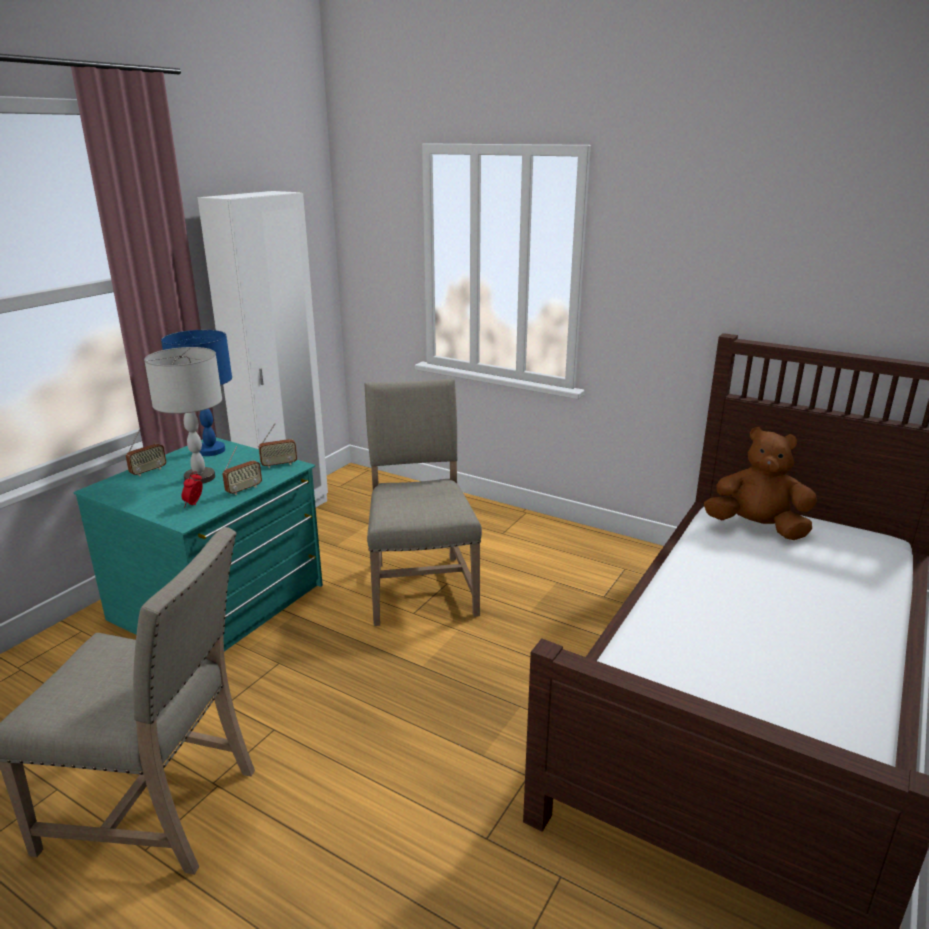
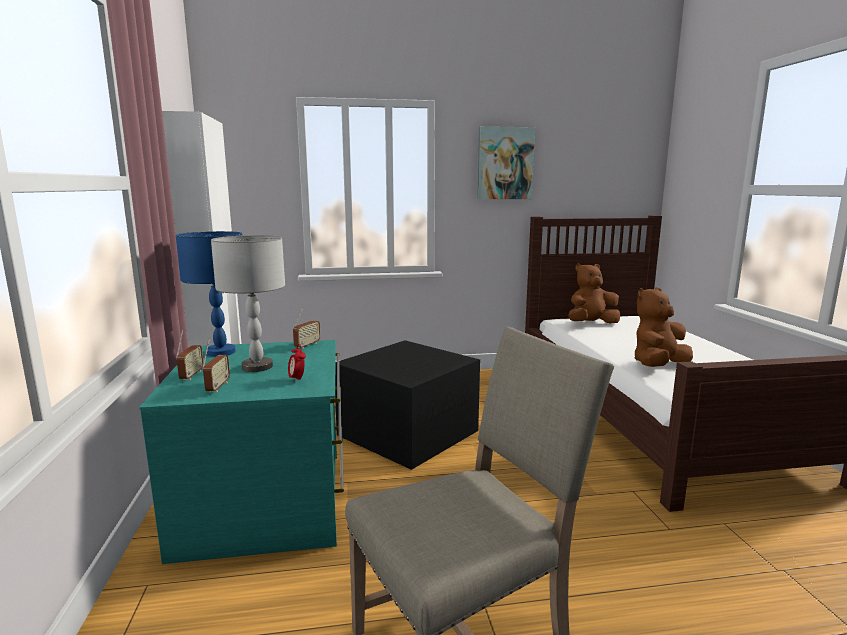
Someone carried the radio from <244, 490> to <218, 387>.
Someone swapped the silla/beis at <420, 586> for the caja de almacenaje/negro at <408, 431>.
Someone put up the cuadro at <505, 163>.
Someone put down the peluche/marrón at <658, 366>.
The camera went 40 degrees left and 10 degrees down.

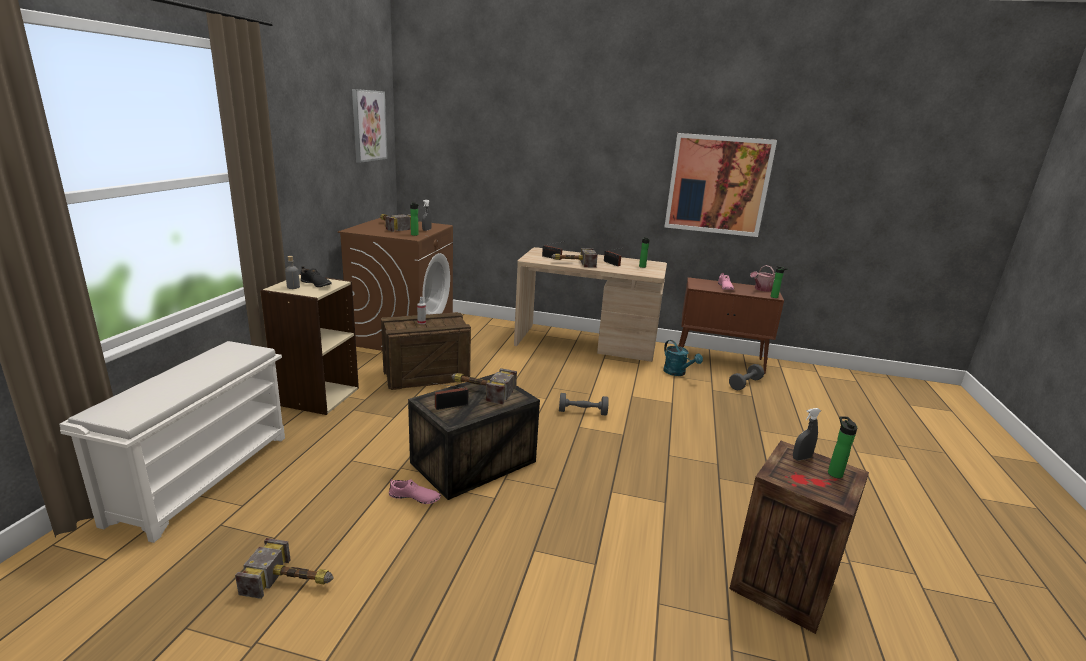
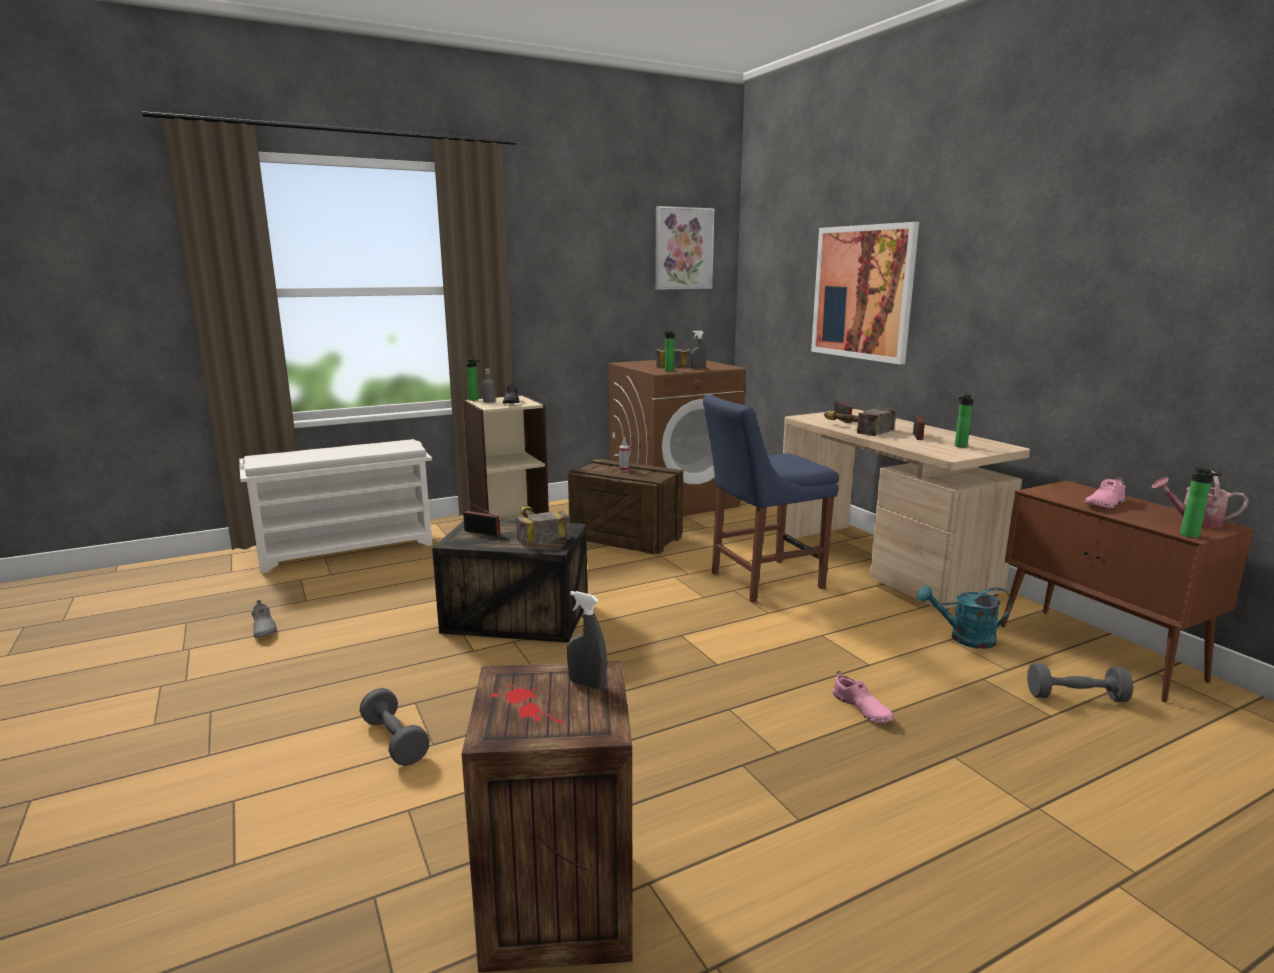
Someone swapped the martillo at <293, 581> for the zapato/gris at <263, 629>.
Someone carried the zapato/rosa from <414, 498> to <861, 709>.
Someone carried the mancuerna/gris from <582, 412> to <395, 741>.
Someone rotated the regadera/turquesa at <677, 373> by 75 degrees clockwise.
Someone carried the cuadro from <717, 185> to <862, 292>.
Someone carried the botella from <834, 472> to <474, 399>.
Someone put down the silla/azul at <761, 581>.
The camera went 50 degrees right and 5 degrees down.

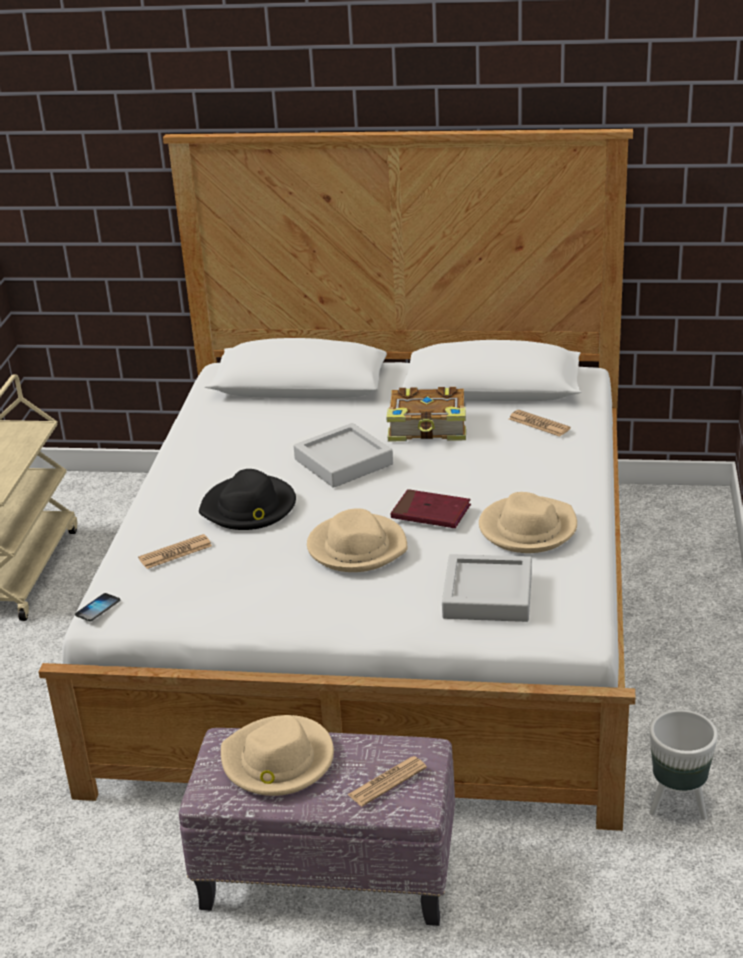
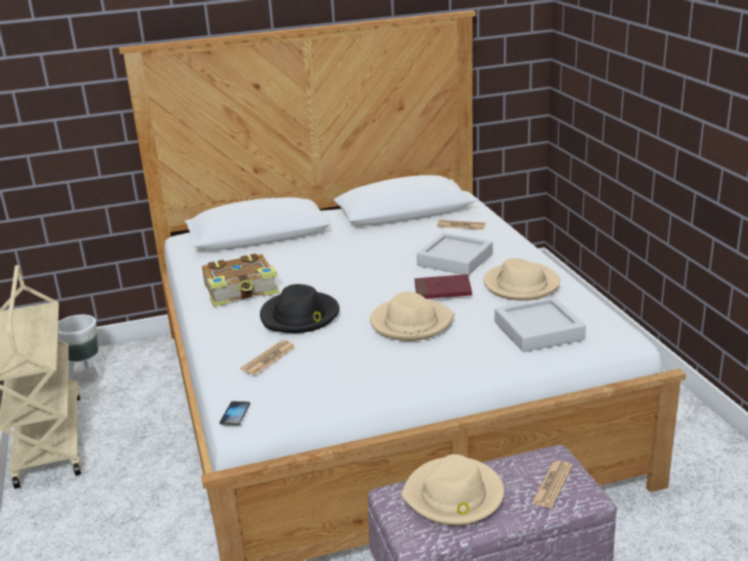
Someone carried the bandeja/gris from <343, 462> to <455, 260>.
Someone carried the libro from <428, 427> to <242, 290>.
Someone carried the maceta/blanco from <677, 806> to <86, 376>.
The camera went 25 degrees left and 5 degrees down.

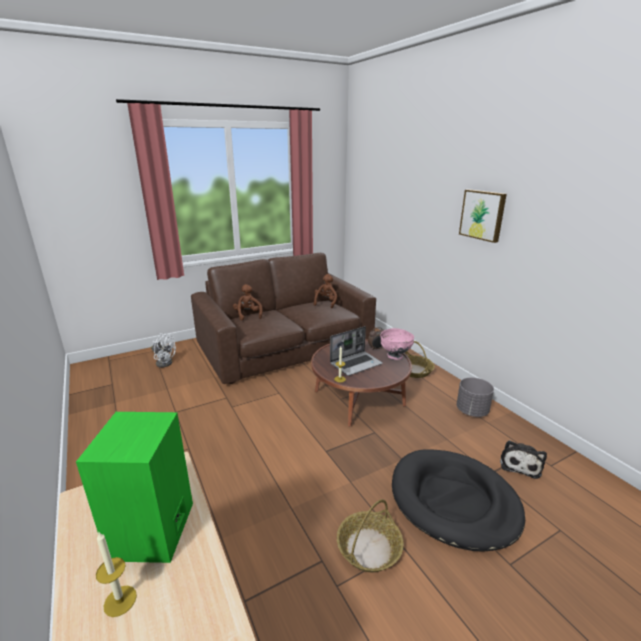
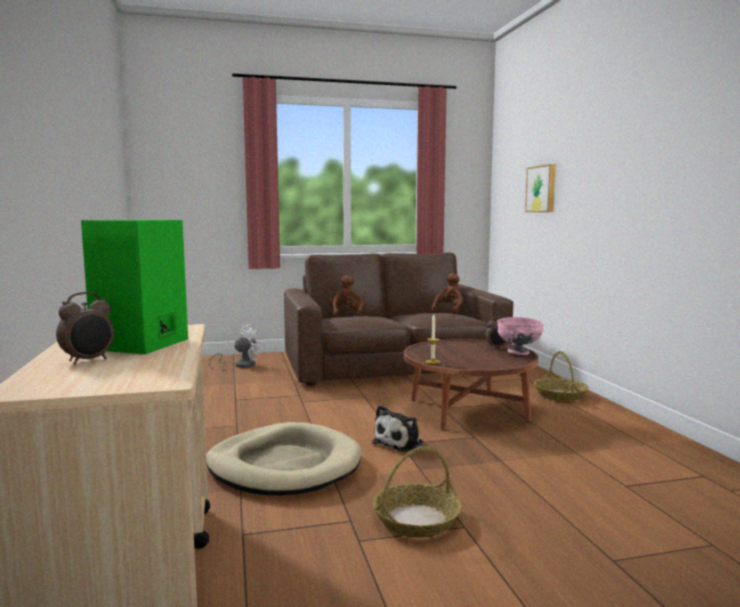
Someone swapped the vela at <120, 601> for the despertador at <88, 361>.
Someone rotated the ventilador/blanco at <164, 362> by 75 degrees counterclockwise.
Someone took away the portátil at <356, 364>.
Someone took away the cama para perro/negro at <453, 501>.
Someone took away the maceta/gris at <472, 411>.
Someone carried the cuadro from <483, 215> to <542, 189>.
Someone carried the peluche from <520, 464> to <400, 443>.
Someone put down the cama para perro/beis at <284, 465>.
The camera went 15 degrees right and 15 degrees down.

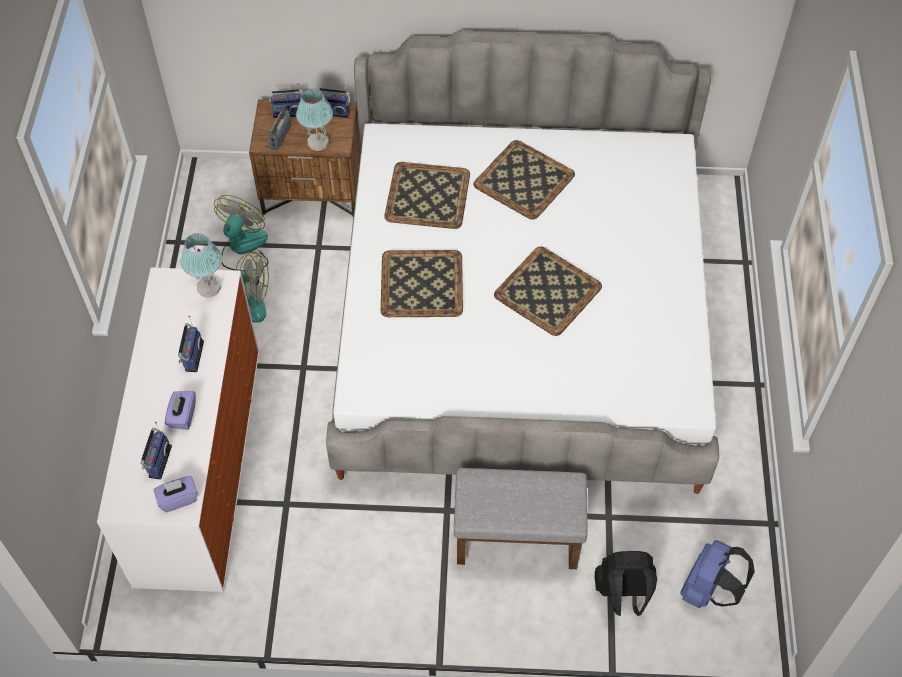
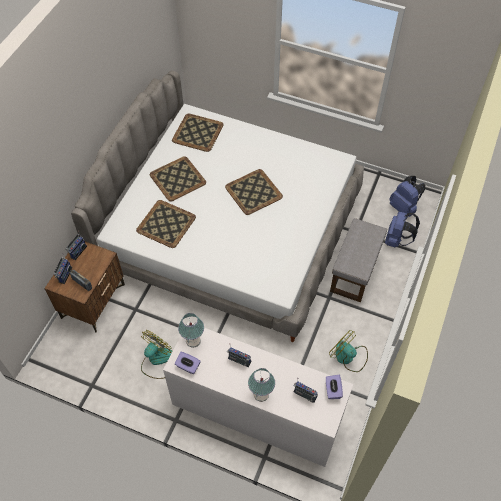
Someone carried the caja de pañuelos/morado from <182, 416> to <188, 366>.
Someone carried the ventilador from <243, 248> to <348, 357>.
Someone carried the lámpara de mesa from <317, 143> to <261, 394>.
Someone carried the bandeja from <422, 284> to <198, 132>.
Someone repainted the mochila/negro at <623, 595>, which became the mochila/azul at <397, 240>.
The camera went 70 degrees left and 0 degrees up.

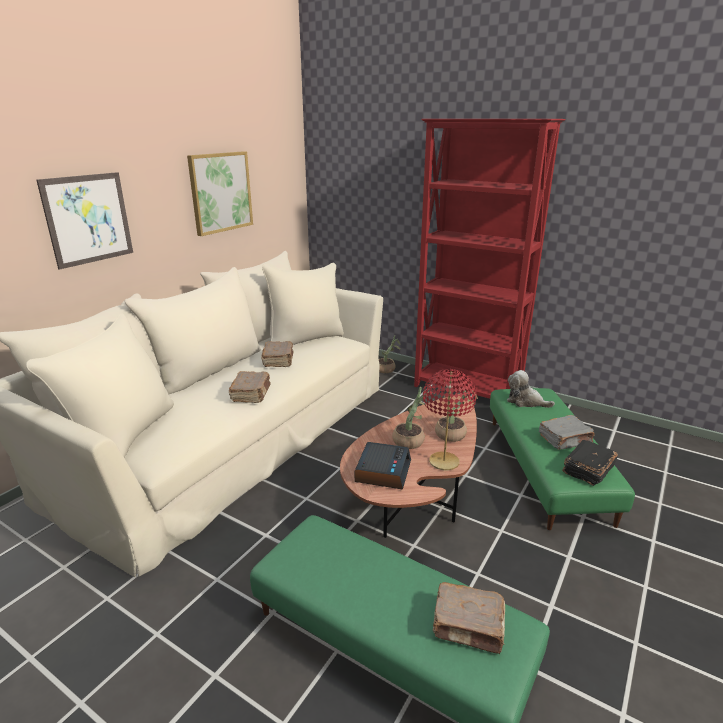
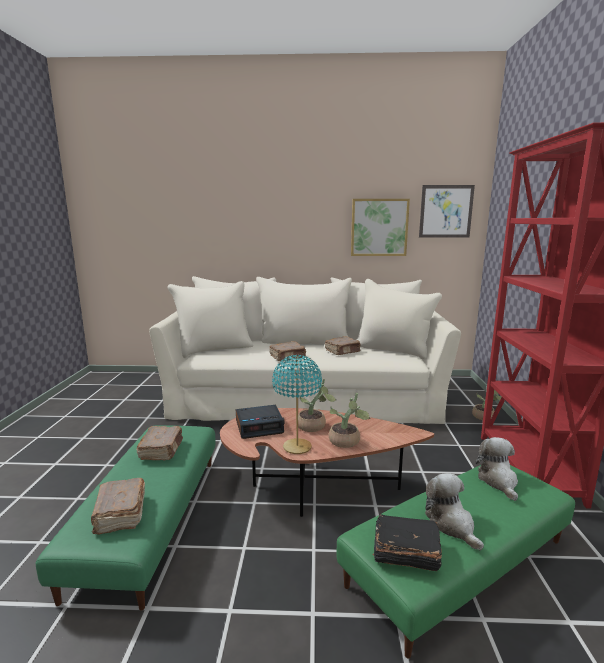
Someone carried the cuadro from <88, 219> to <446, 211>.
Someone repainted the lámpara de mesa/rojo at <444, 462>, which became the lámpara de mesa/turquesa at <296, 447>.
Someone swapped the libro/gris at <565, 440> for the peluche at <451, 524>.
Someone put down the libro/marrón at <162, 450>.
The camera went 60 degrees right and 10 degrees down.

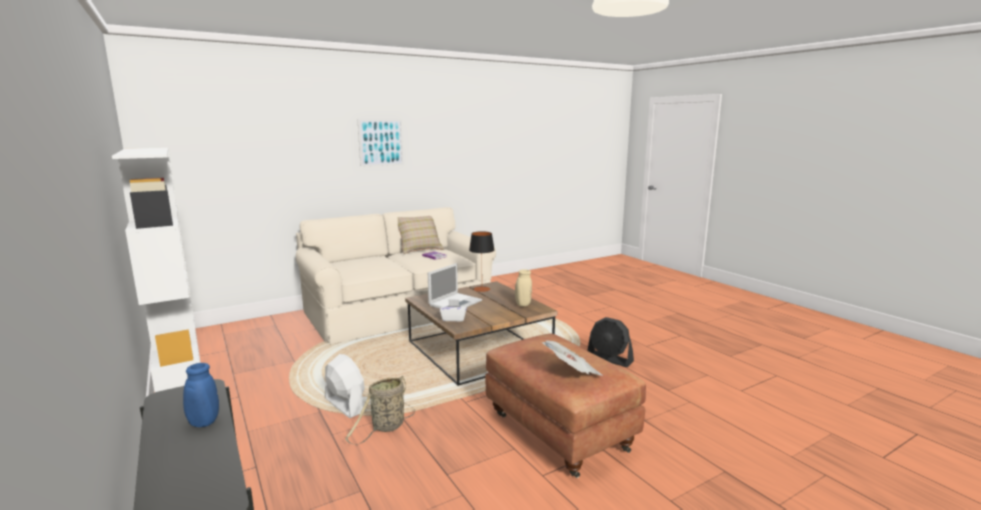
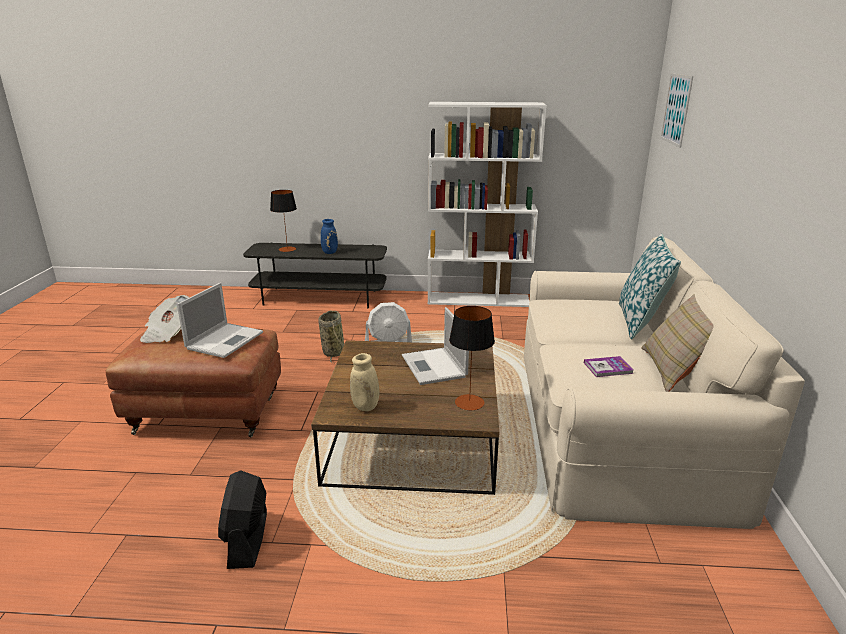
Someone carried the cuadro from <381, 142> to <676, 109>.
Someone took away the caja de pañuelos/blanco at <453, 319>.
Someone rotated the ventilador/negro at <609, 359> by 75 degrees counterclockwise.
Someone put down the portátil at <225, 340>.
Someone put down the lámpara de mesa at <287, 249>.
Someone put down the cojín at <640, 321>.
The camera went 125 degrees right and 10 degrees up.

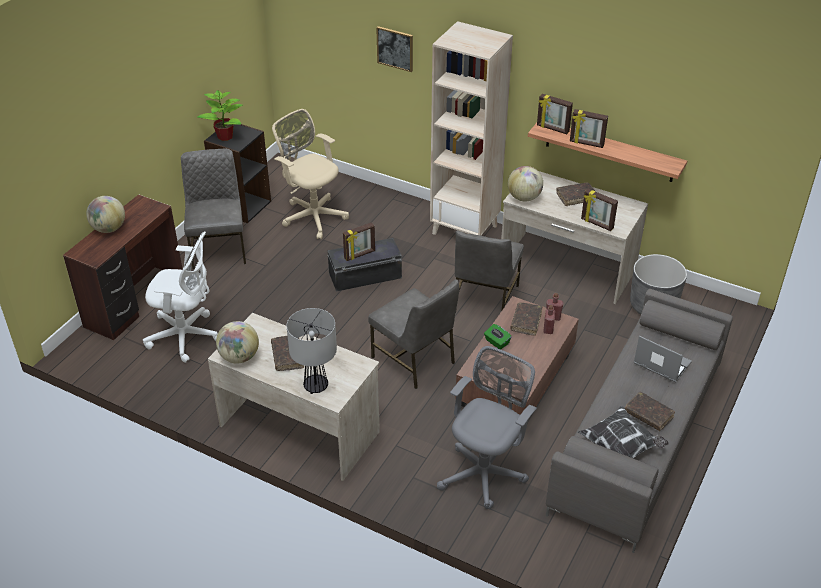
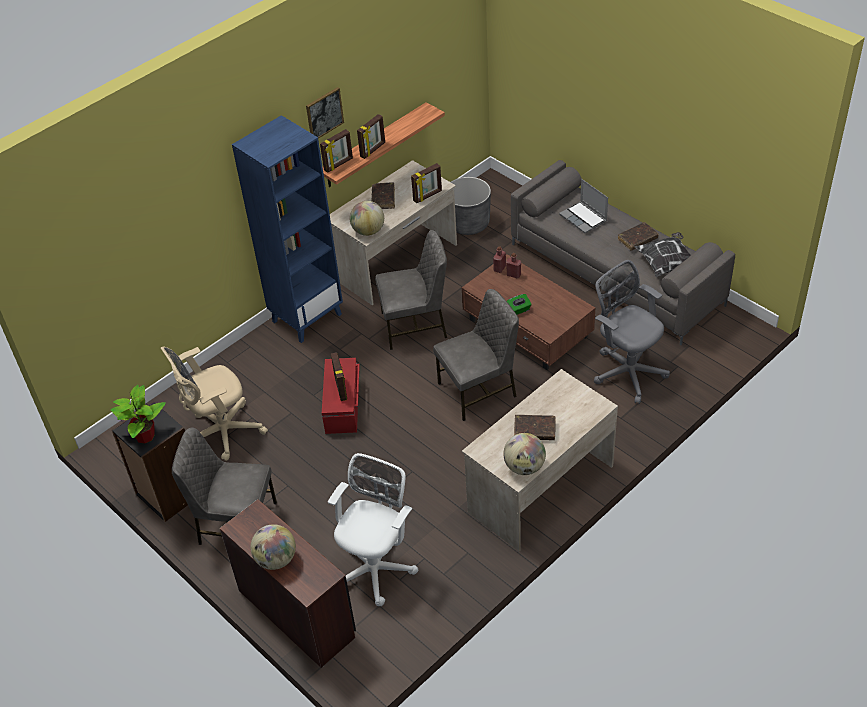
Someone took away the lámpara de mesa at <316, 386>.
Someone repainted the caja de almacenaje/negro at <365, 276>, which became the caja de almacenaje/rojo at <343, 405>.
Someone carried the cuadro from <395, 48> to <324, 113>.
Someone repainted the estantería/beis at <465, 229>, which became the estantería/azul at <307, 317>.
Someone rotated the silla/gris at <484, 299> by 45 degrees counterclockwise.
Someone took away the libro/marrón at <526, 322>.
Someone rotated the portátil at <661, 363> by 90 degrees counterclockwise.
The camera went 70 degrees left and 5 degrees up.

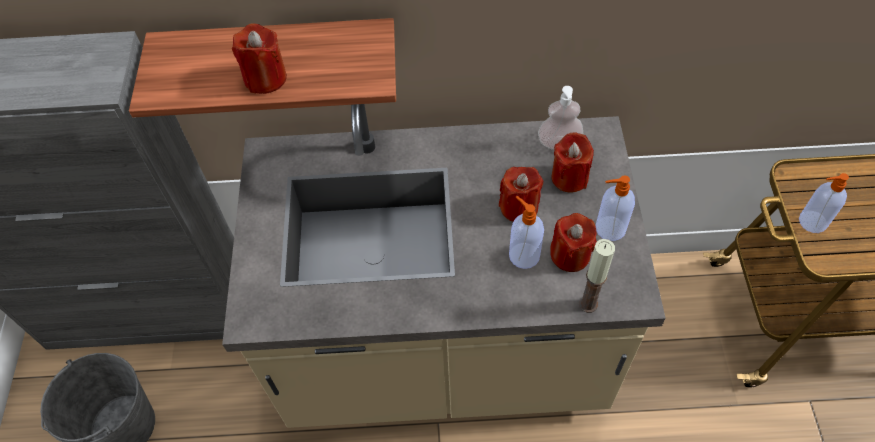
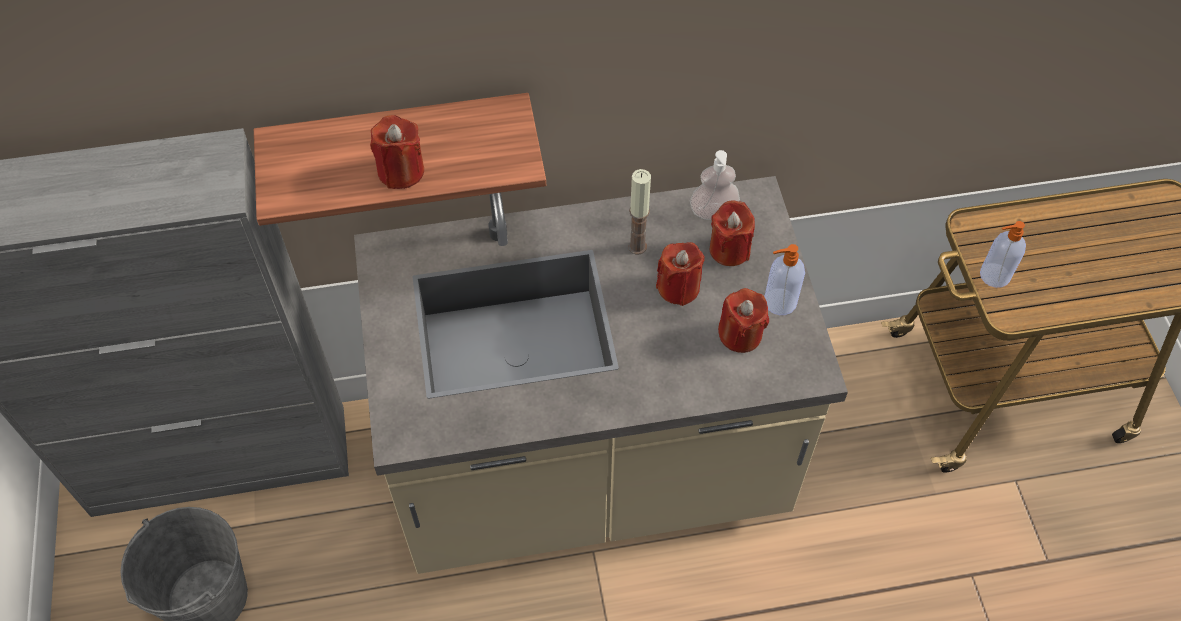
Someone took away the dispensador de jabón at <523, 255>.
Someone carried the vela from <588, 304> to <637, 246>.
The camera went 10 degrees left and 0 degrees up.

